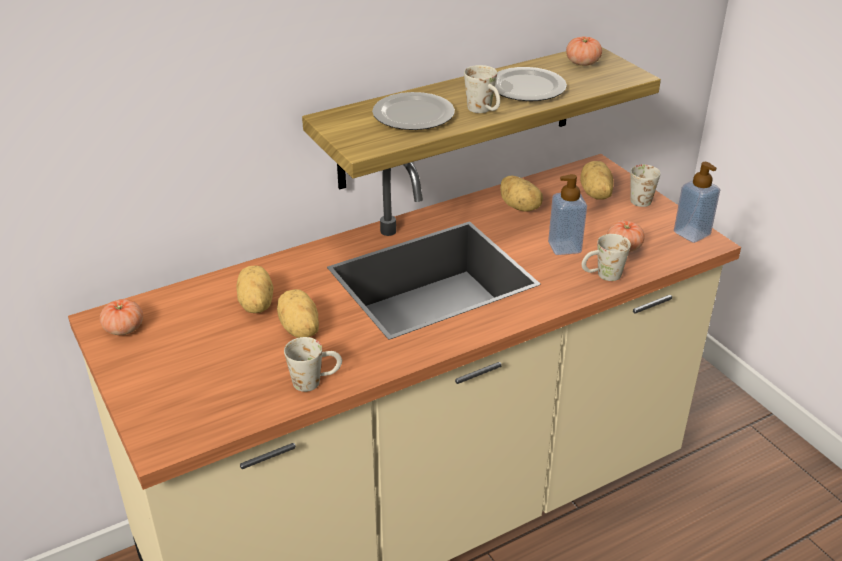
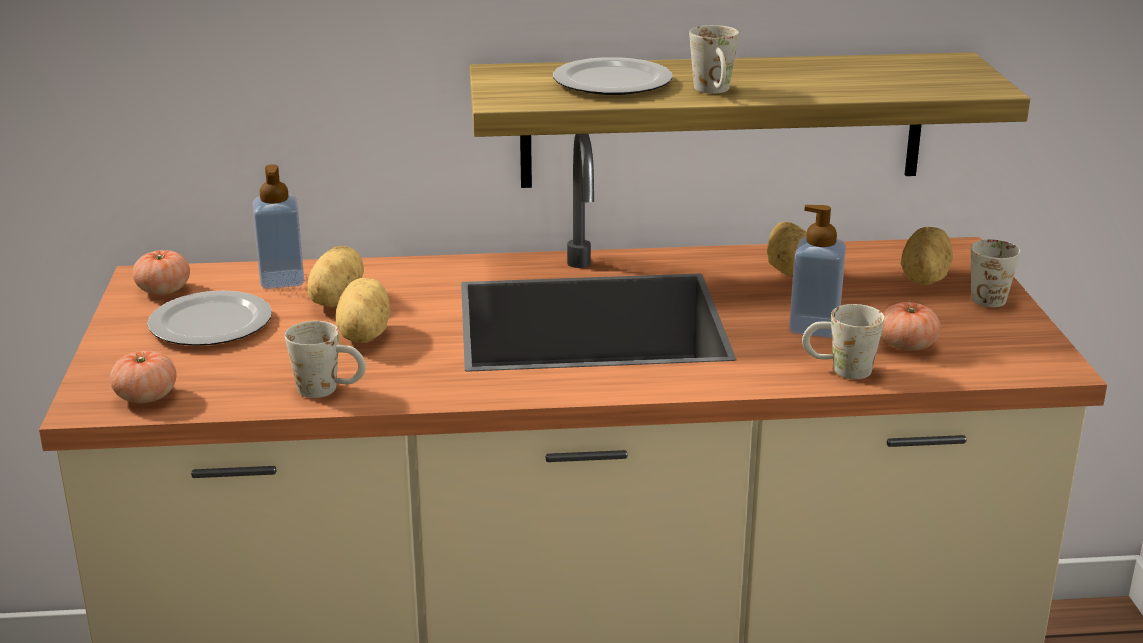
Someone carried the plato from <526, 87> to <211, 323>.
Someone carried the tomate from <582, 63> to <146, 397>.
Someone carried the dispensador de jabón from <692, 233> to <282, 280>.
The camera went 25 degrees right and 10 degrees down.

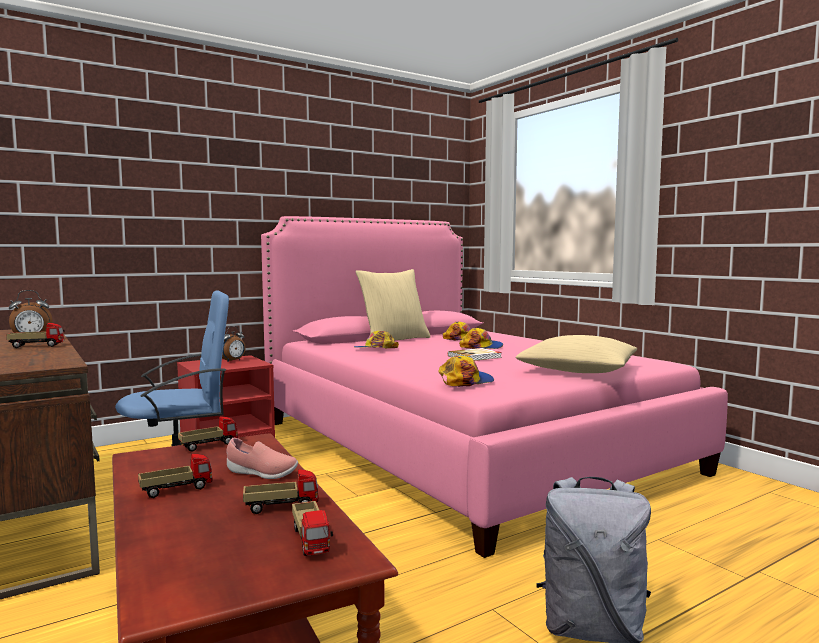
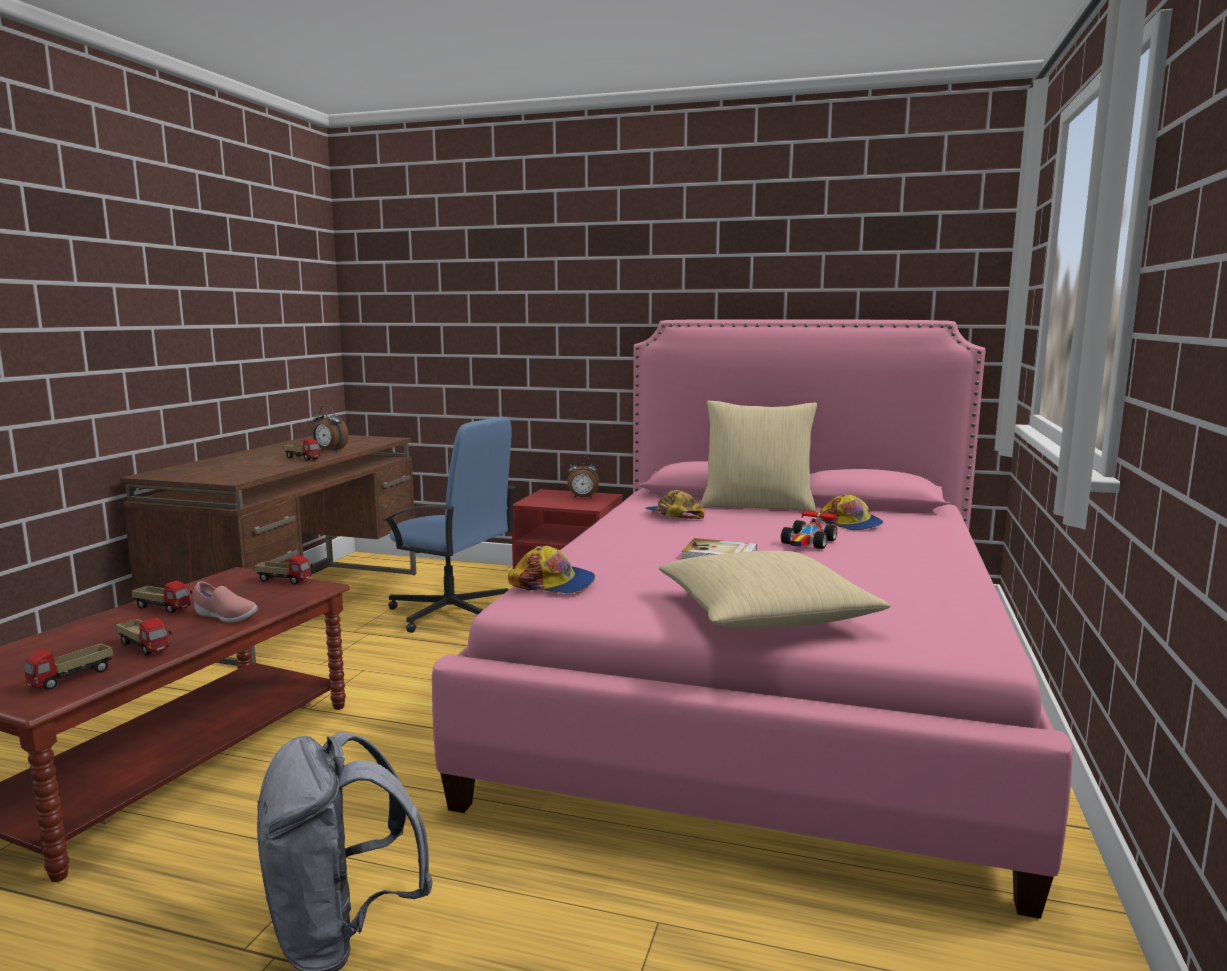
Someone rotated the zapato/rosa at <261, 473> by 45 degrees counterclockwise.
Someone swapped the gorra at <481, 346> for the coche de juguete at <810, 542>.
The camera went 50 degrees right and 5 degrees up.

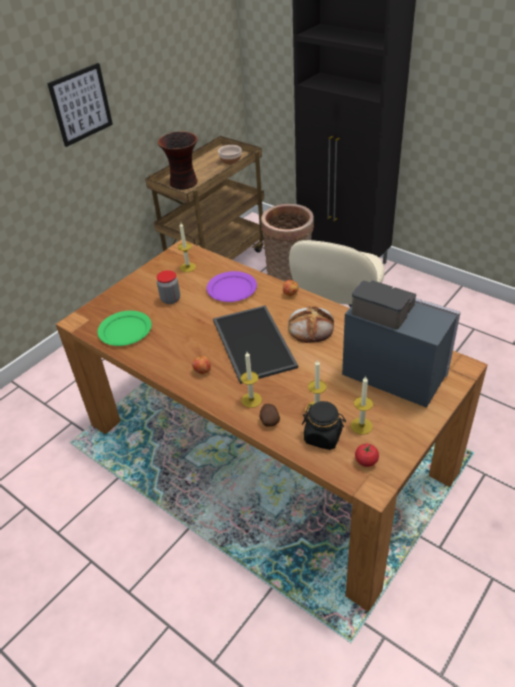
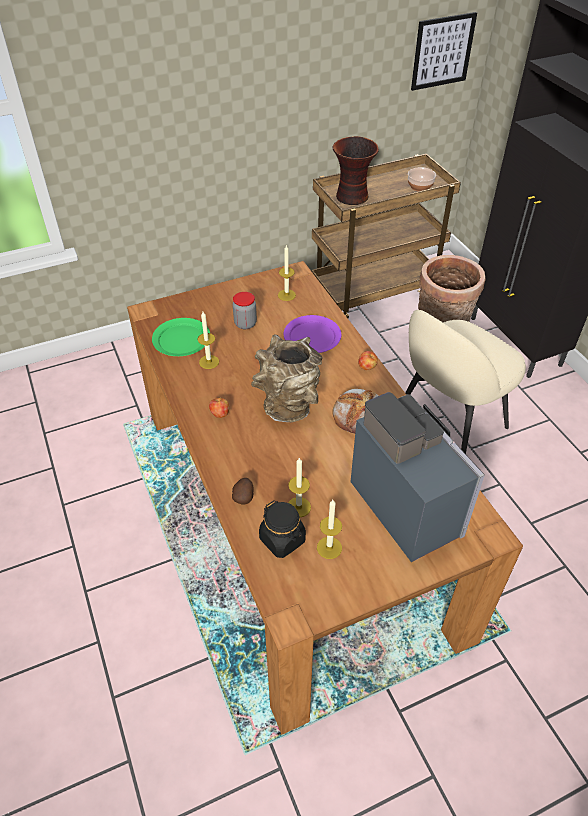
Someone carried the cuadro from <81, 104> to <442, 51>.
Someone swapped the bandeja at <251, 343> for the florero/marrón at <288, 405>.
Someone carried the vela from <251, 400> to <209, 362>.
Someone took away the tomate at <366, 461>.
The camera went 25 degrees right and 5 degrees up.

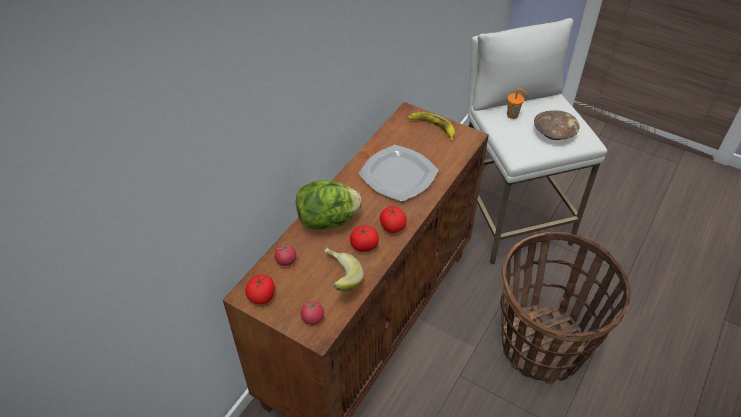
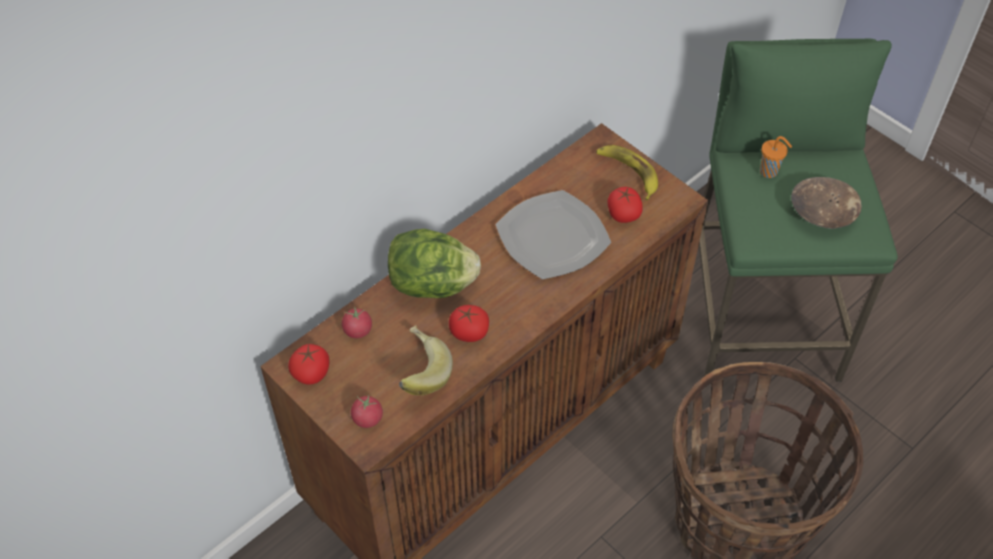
Someone carried the tomate from <392, 227> to <623, 214>.
Someone repainted the taburete/blanco at <510, 215>, which became the taburete/verde at <759, 314>.
The camera went 15 degrees right and 5 degrees up.

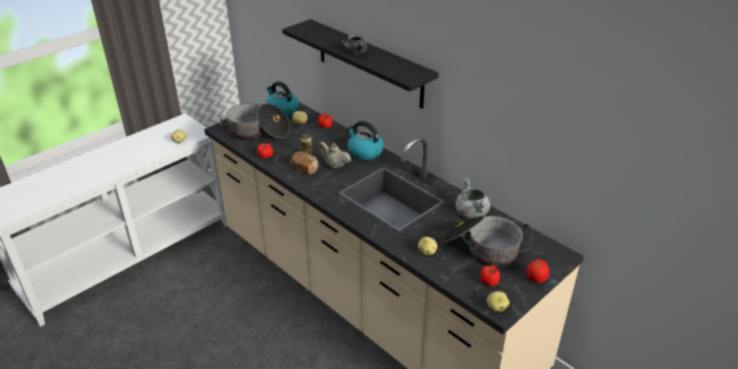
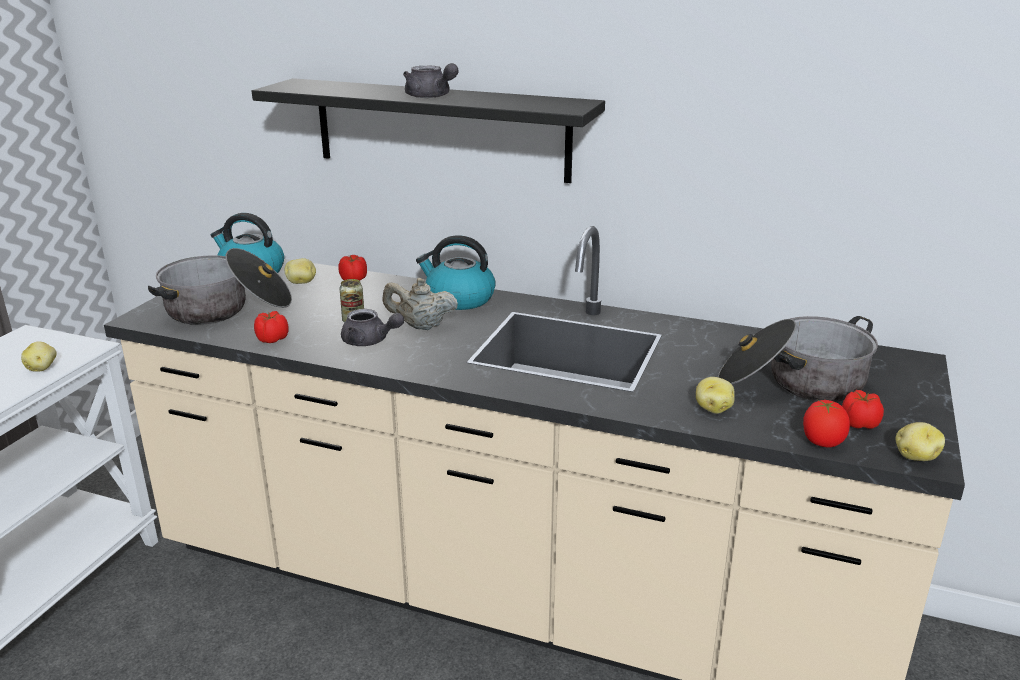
Someone swapped the pan at <305, 168> for the tetera/gris at <370, 341>.
Someone took away the olla/gris at <470, 213>.
Someone carried the tomate from <536, 279> to <822, 442>.
The camera went 25 degrees left and 10 degrees down.

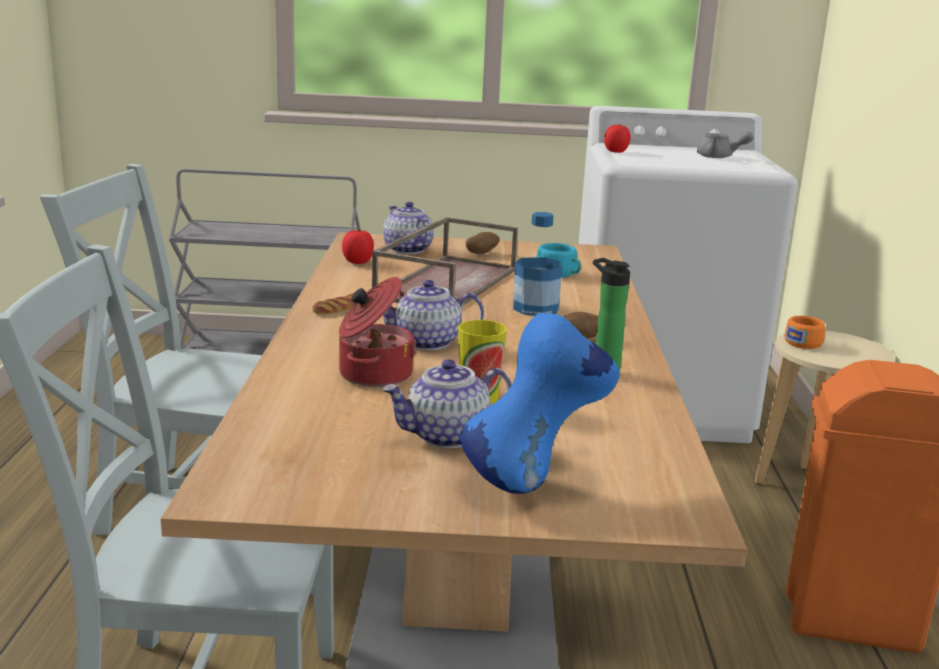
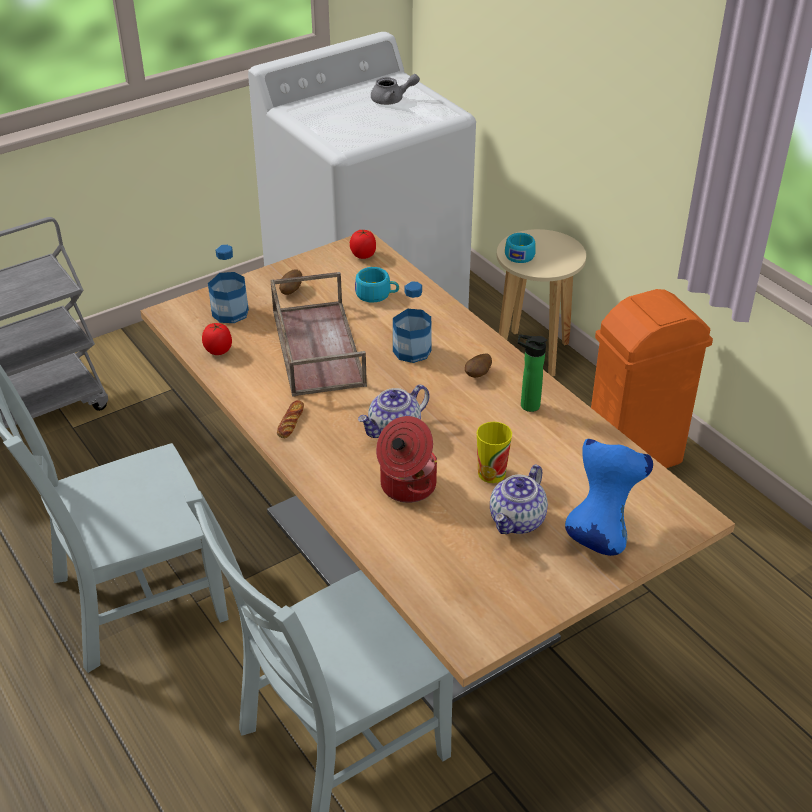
Someone swapped the tetera at <407, 250> for the botella at <230, 312>.
Someone carried the tomate from <616, 152> to <363, 255>.
Someone repainted the taza/naranja at <806, 343>, which became the taza/turquesa at <520, 254>.
The camera went 35 degrees left and 20 degrees up.

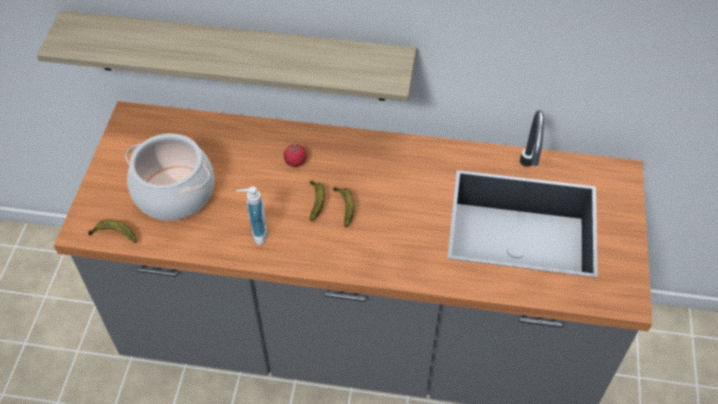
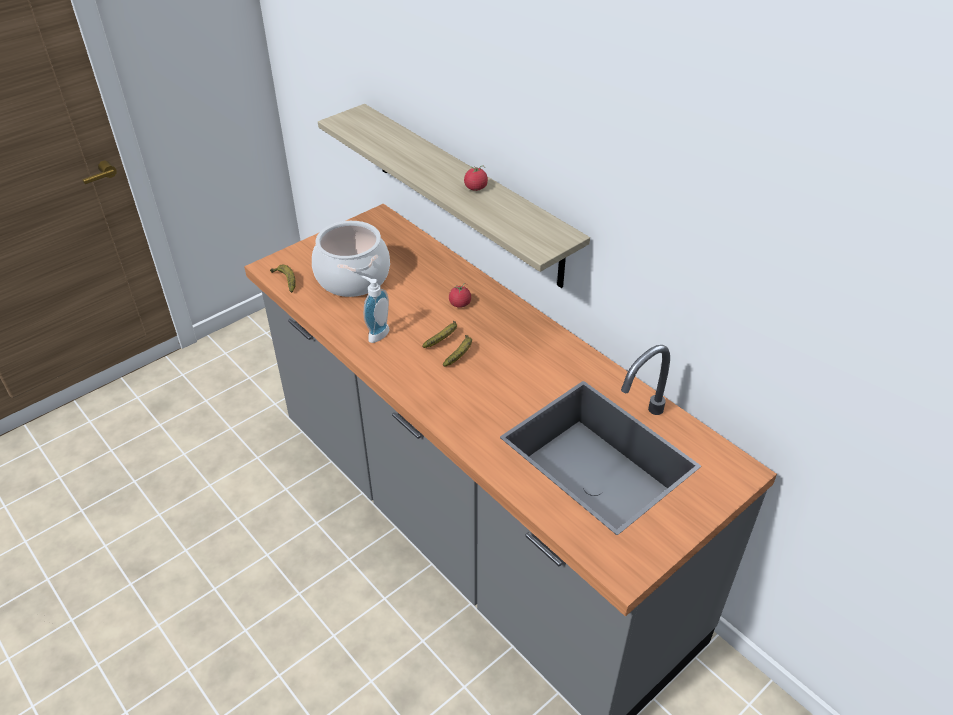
Someone put down the tomate at <475, 188>.
The camera went 40 degrees right and 10 degrees down.

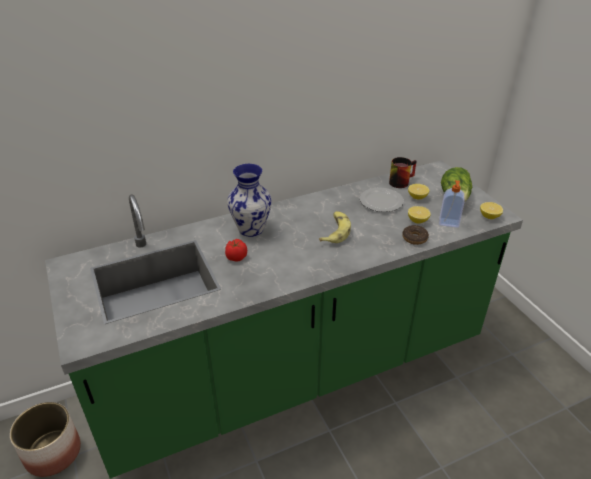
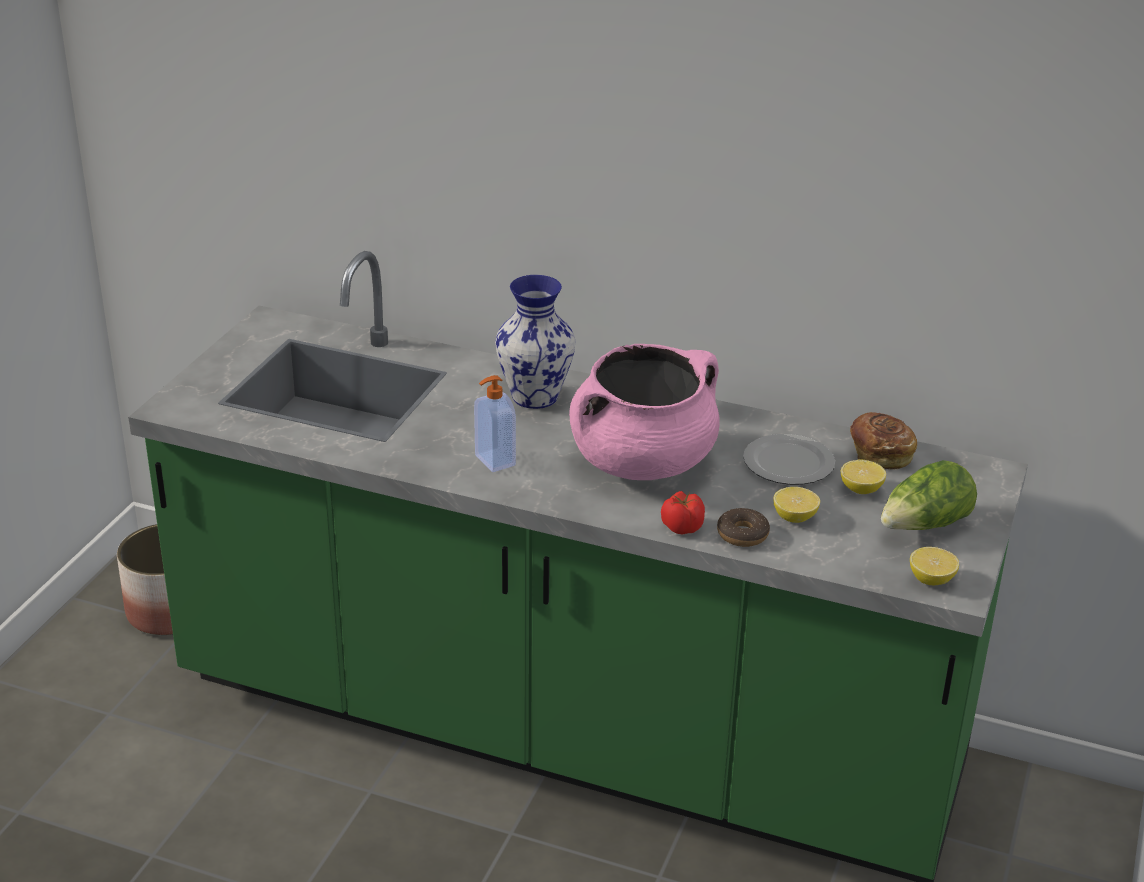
Someone carried the tomate from <236, 257> to <681, 527>.
Someone swapped the plátano at <335, 231> for the olla/rosa at <642, 462>.
Someone swapped the taza grande at <400, 181> for the pan at <880, 454>.
Someone carried the dispensador de jabón from <448, 223> to <493, 461>.
The camera went 45 degrees right and 5 degrees down.

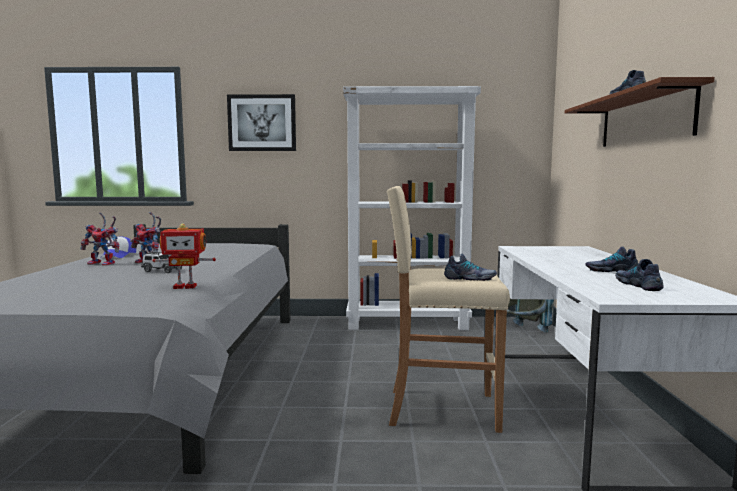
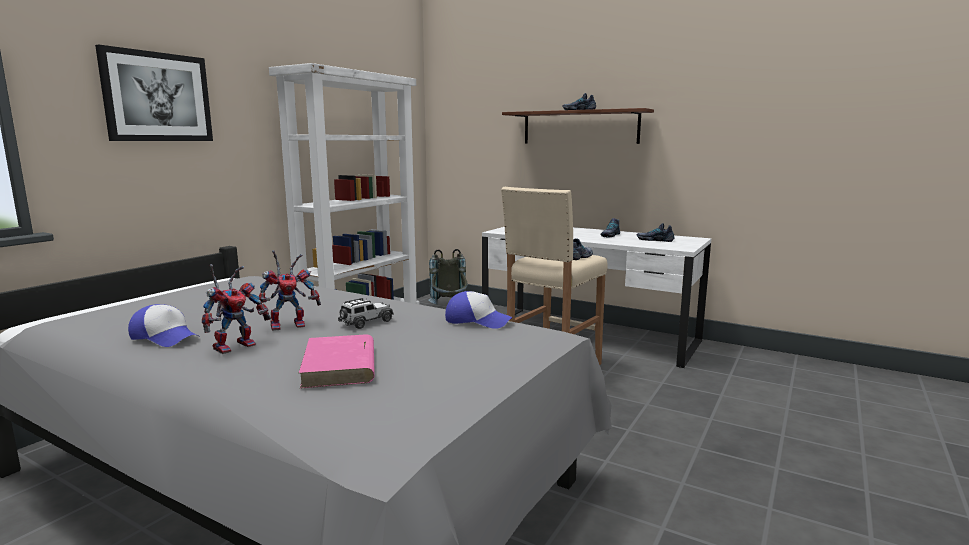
Someone swapped the robot de juguete at <185, 286> for the gorra at <477, 321>.
Someone put down the libro/rosa at <340, 366>.
The camera went 60 degrees left and 5 degrees up.

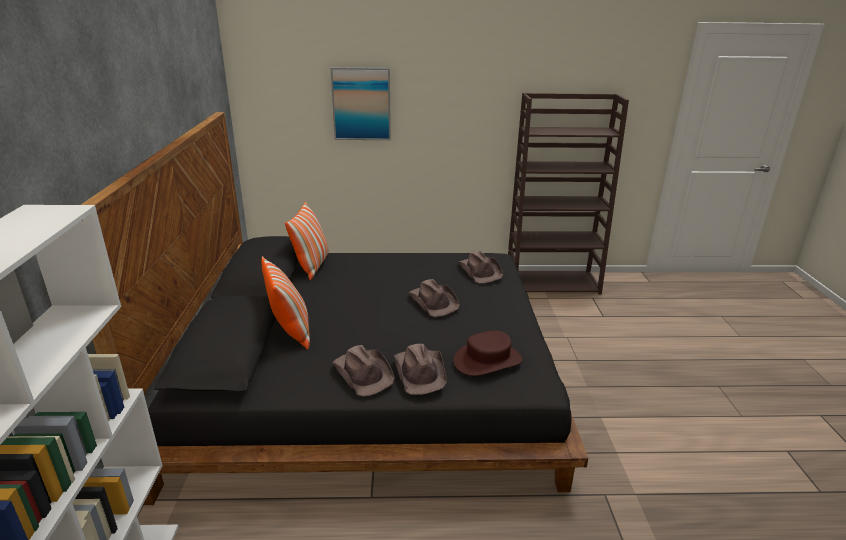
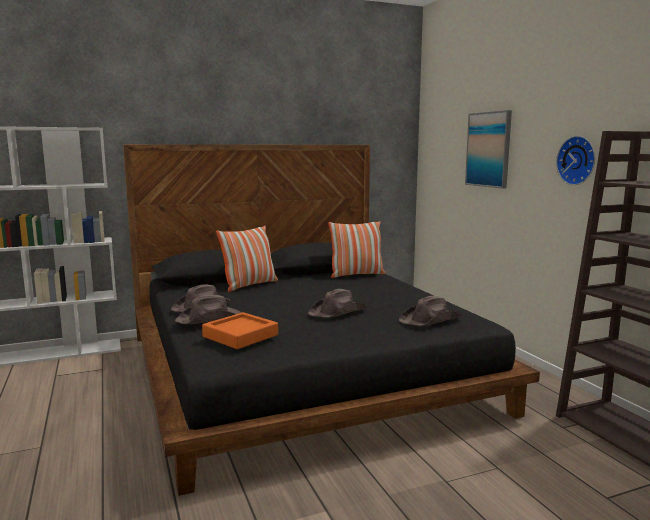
Someone swapped the sombrero/marrón at <487, 360> for the bandeja/naranja at <240, 336>.
Someone put up the reloj de pared at <578, 160>.
The camera went 70 degrees right and 15 degrees down.

